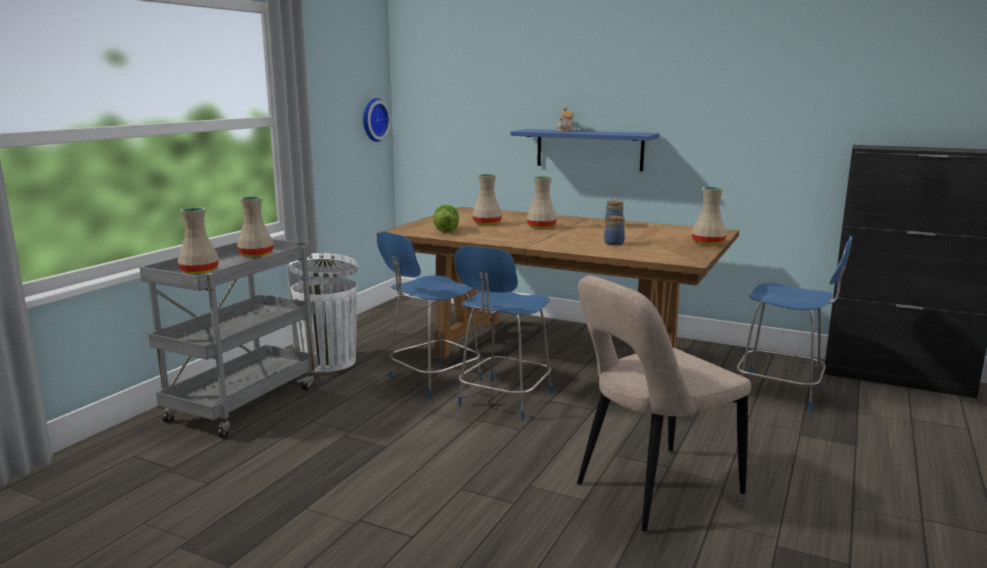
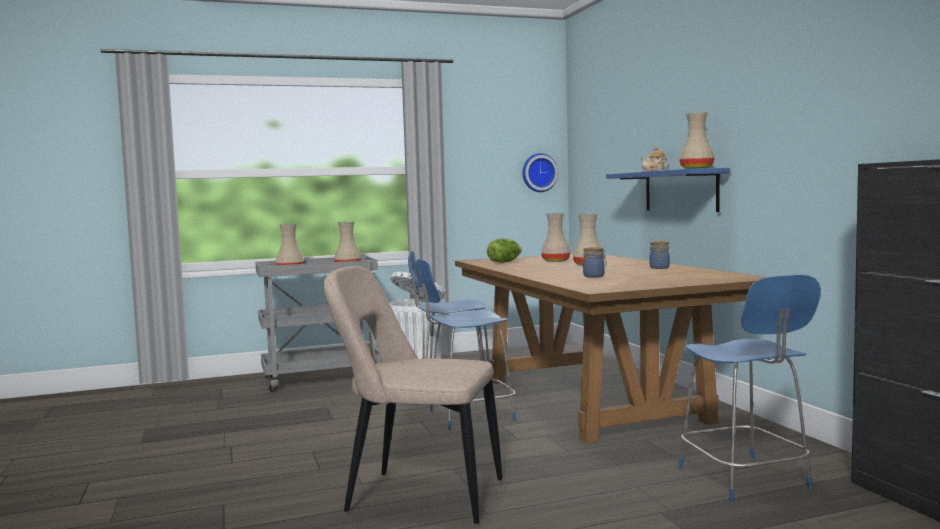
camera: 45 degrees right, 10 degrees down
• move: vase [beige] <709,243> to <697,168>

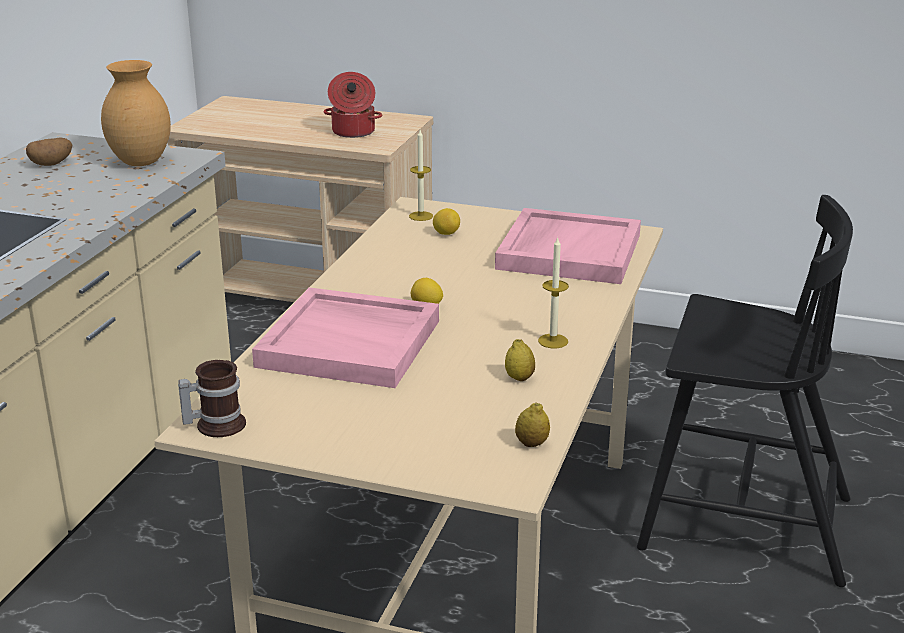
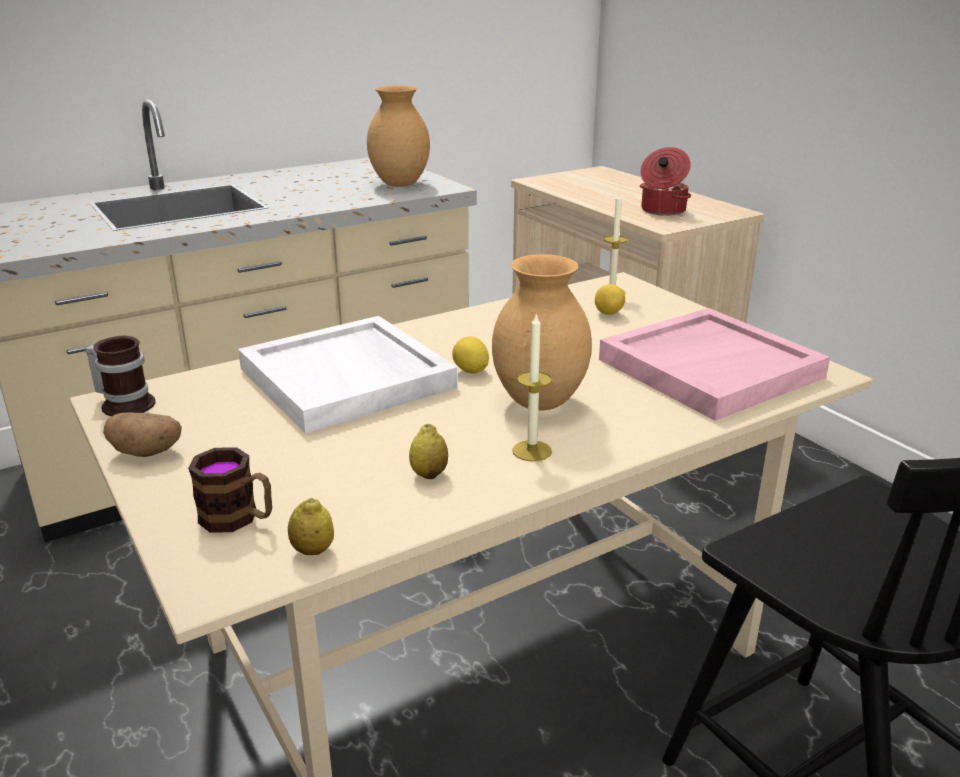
camera: 40 degrees right, 0 degrees up
• move: pomme de terre <51,164> to <147,452>
• recolor: plateau [rose] <351,343> to plateau [blanc] <349,378>
• insert: vase [marron] <539,403>
• insert: mug <238,519>

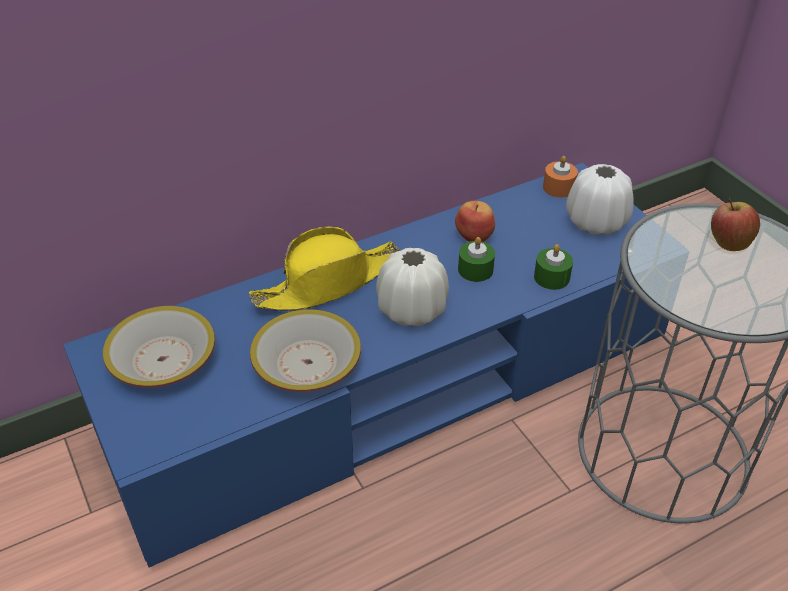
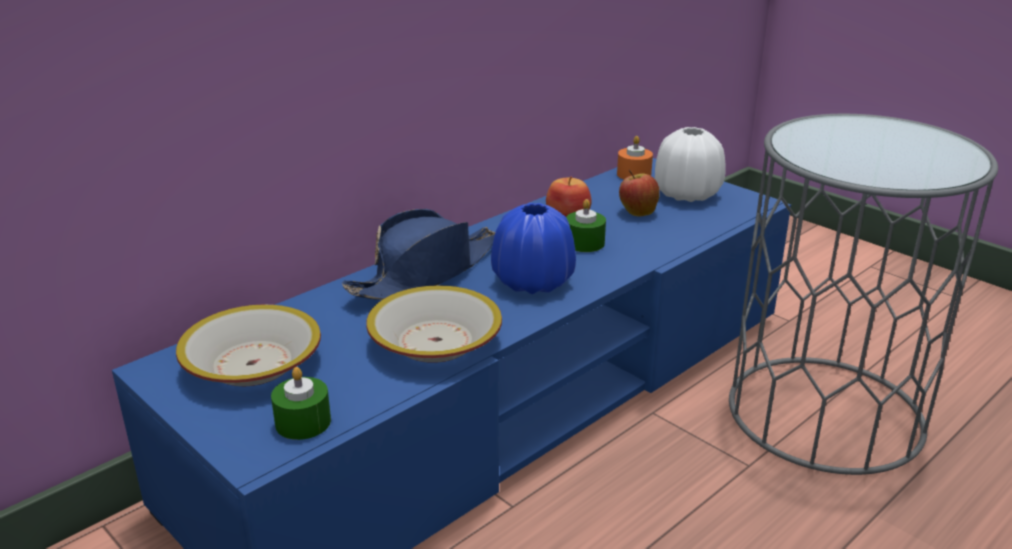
camera: 15 degrees left, 15 degrees down
• move: pomme <728,243> to <637,212>
• recolor: chapeau [jaune] <328,282> to chapeau [bleu] <426,273>
• move: bougie [vert] <551,277> to <303,422>
• recolor: vase [blanc] <412,309> to vase [bleu] <533,282>

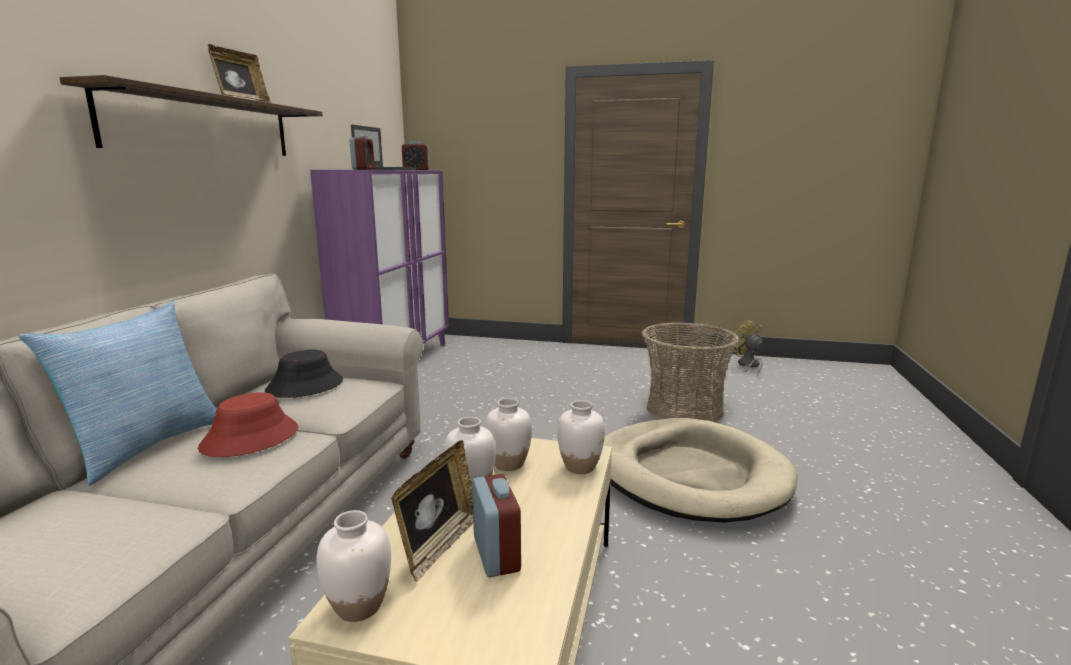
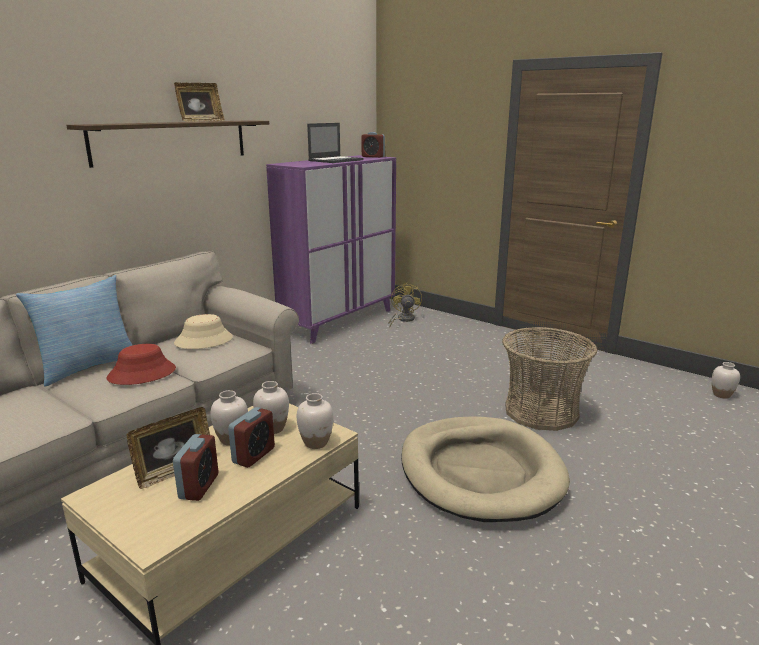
camera: 25 degrees right, 5 degrees up
• move: réveil <363,169> to <253,455>
• move: ventilateur [jaune] <747,365> to <403,319>
• recolor: chapeau [noir] <305,386> to chapeau [beige] <204,340>
• move: vase [blanc] <358,606> to <721,395>

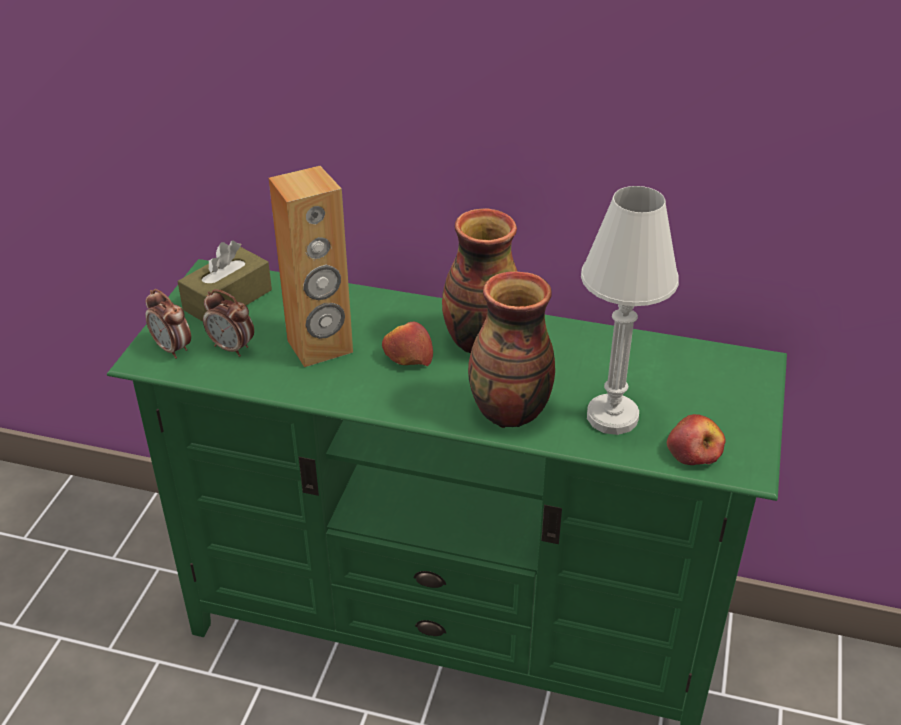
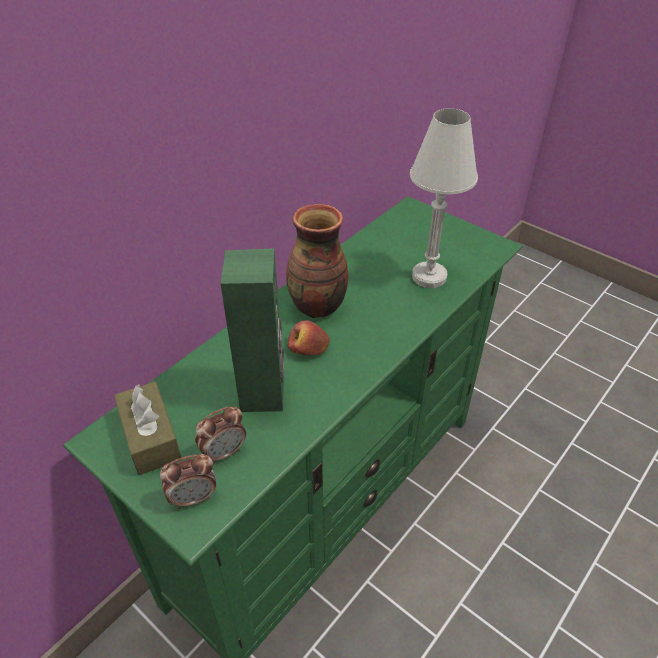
camera: 65 degrees left, 5 degrees up
• recolor: enceinte [marron] <320,347> to enceinte [vert] <263,393>
• delete: vase <509,412>
• delete: pomme <694,451>

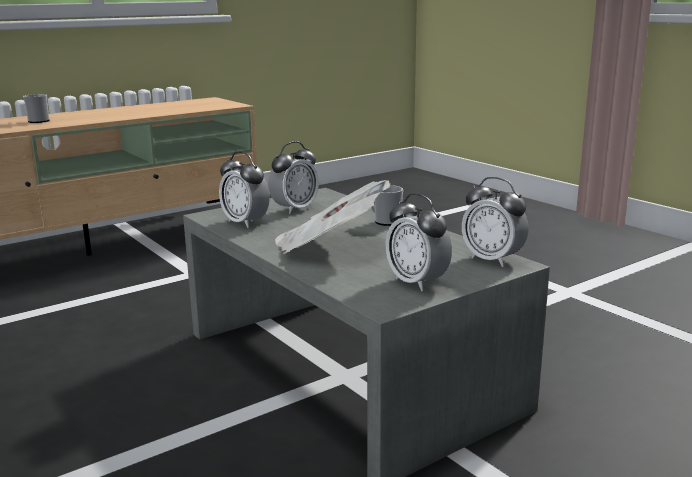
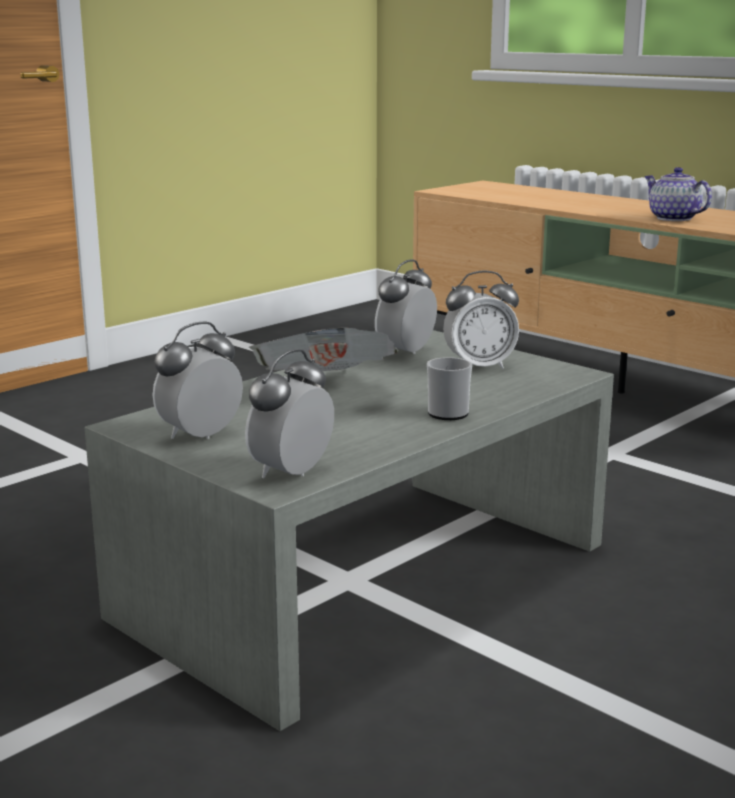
camera: 80 degrees right, 0 degrees up
• delete: mug <38,121>
• rotate: réveil <294,209> = <479,367> 45 degrees counterclockwise
• insert: théière <672,218>

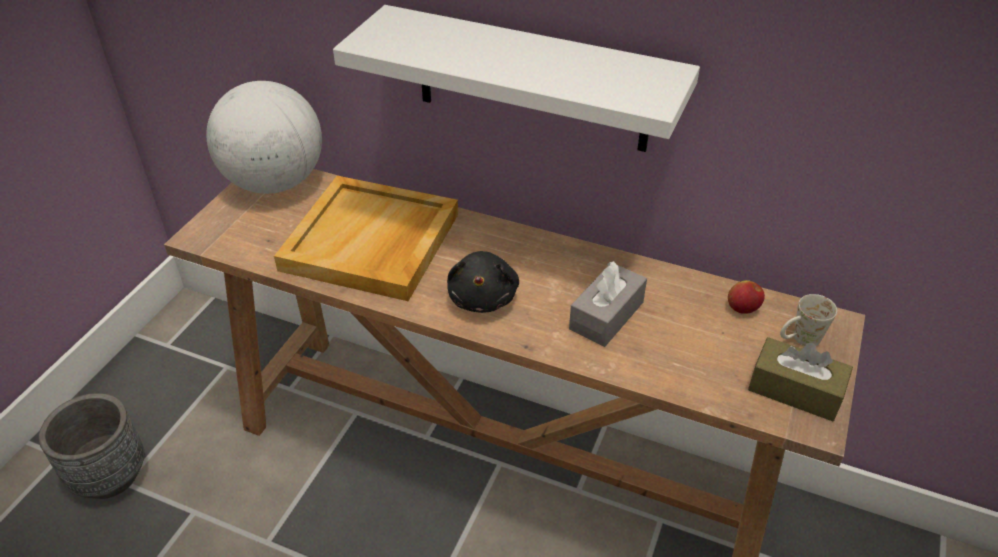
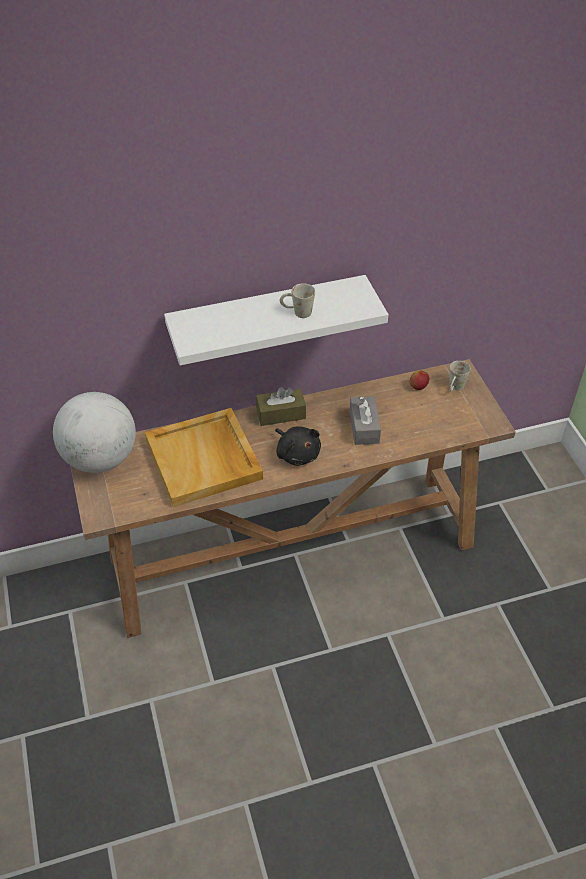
camera: 40 degrees left, 5 degrees up
• move: boîte à mouchoirs [marron] <795,390> to <281,414>
• delete: cache-pot [gris] <109,476>
• insert: mug [blanc] <297,312>

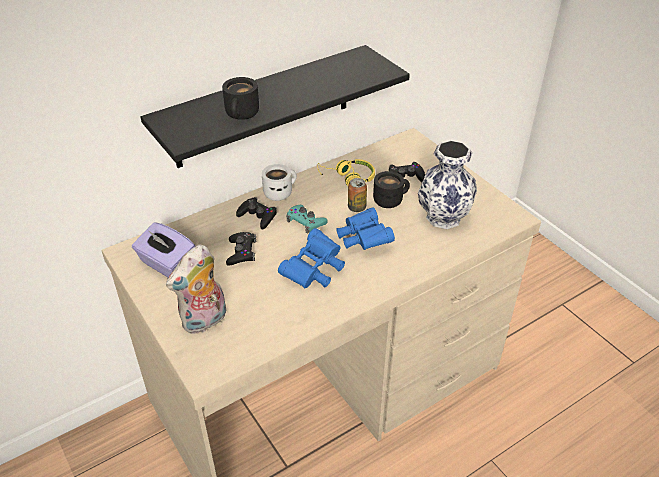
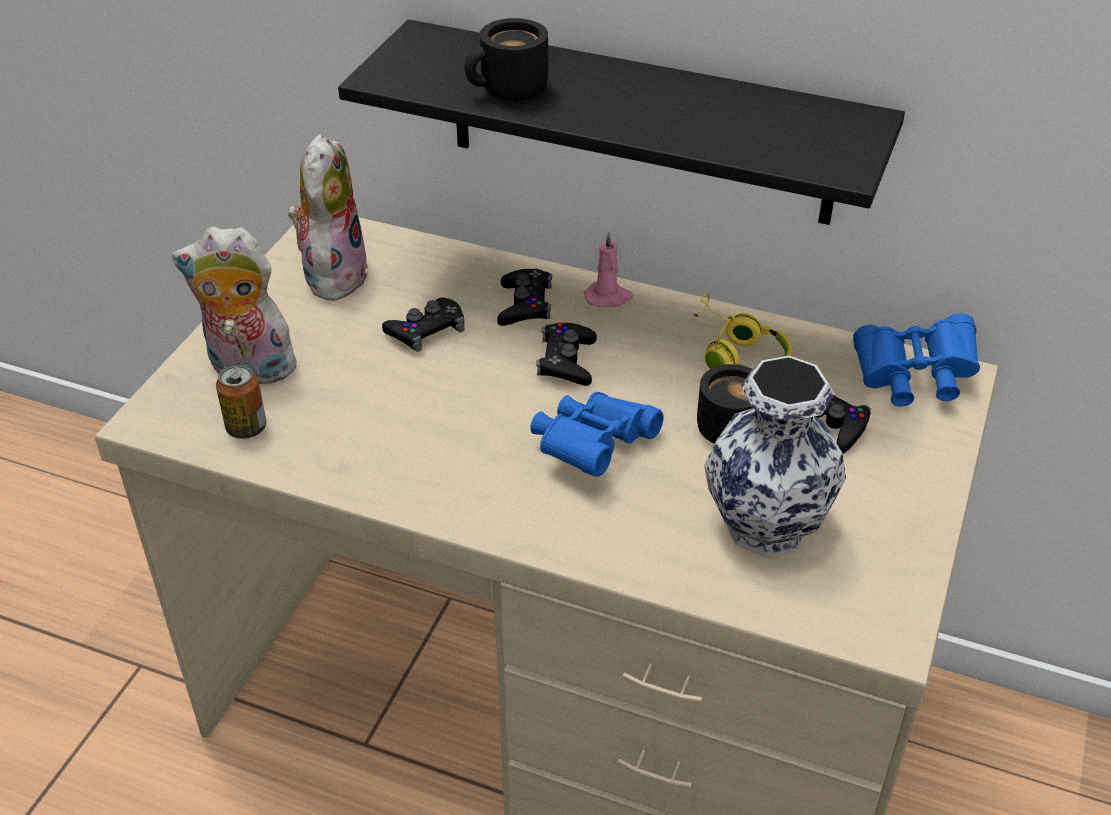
camera: 55 degrees right, 0 degrees up
• replace: mug [blanc] <279,192> to bougie [rose] <608,297>
• move: boîte métallique <356,207> to <246,428>
• recolor: manette [turquoise] <306,222> to manette [noir] <566,361>
• replace: boîte à mouchoirs [violet] <166,264> to peluche <333,274>
• move: jumelles [bleu] <314,270> to <913,378>

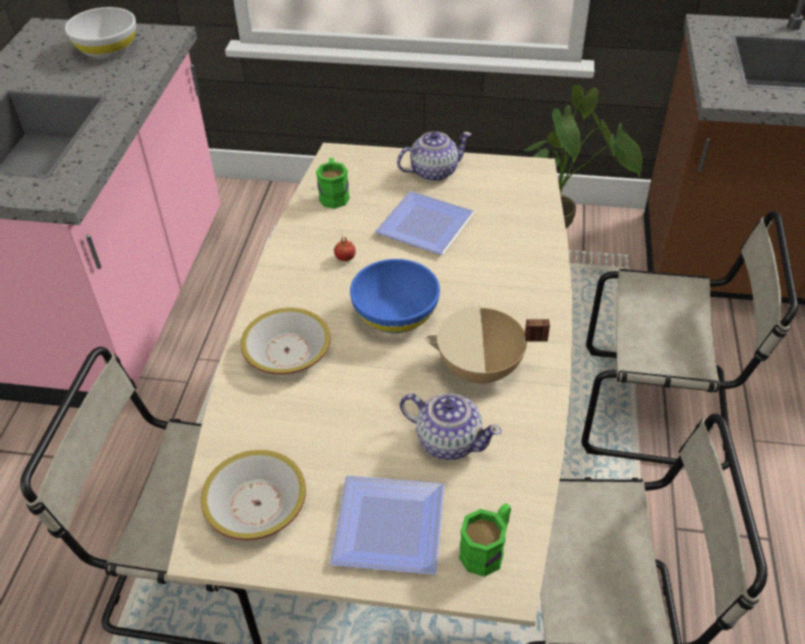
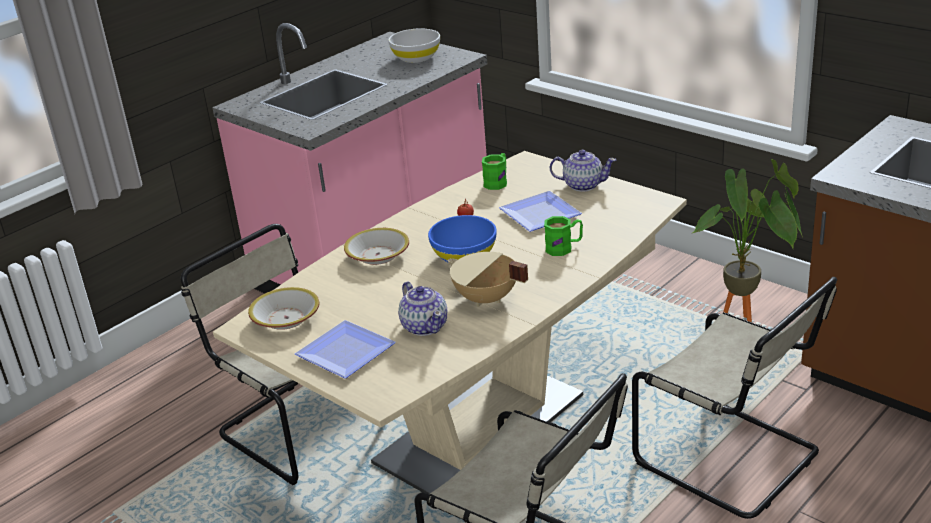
camera: 35 degrees right, 15 degrees down
• move: mug [vert] <487,548> to <564,248>

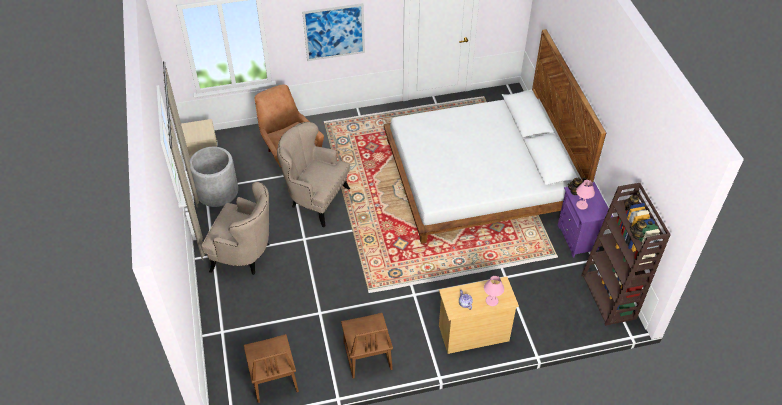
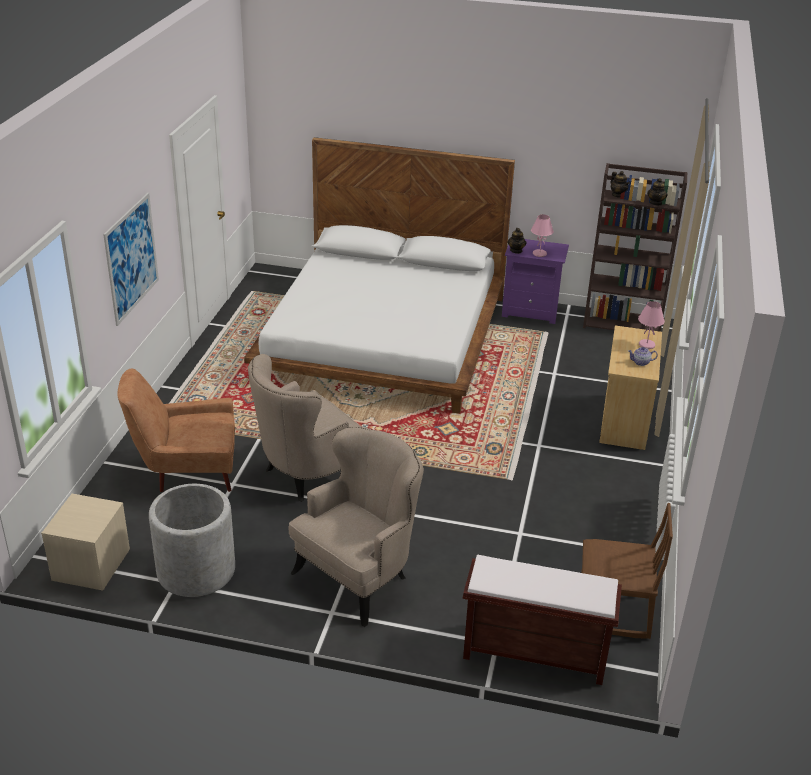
camera: 65 degrees left, 15 degrees down
• delete: chaise [marron] <367,356>
• insert: banc [marron] <533,653>

